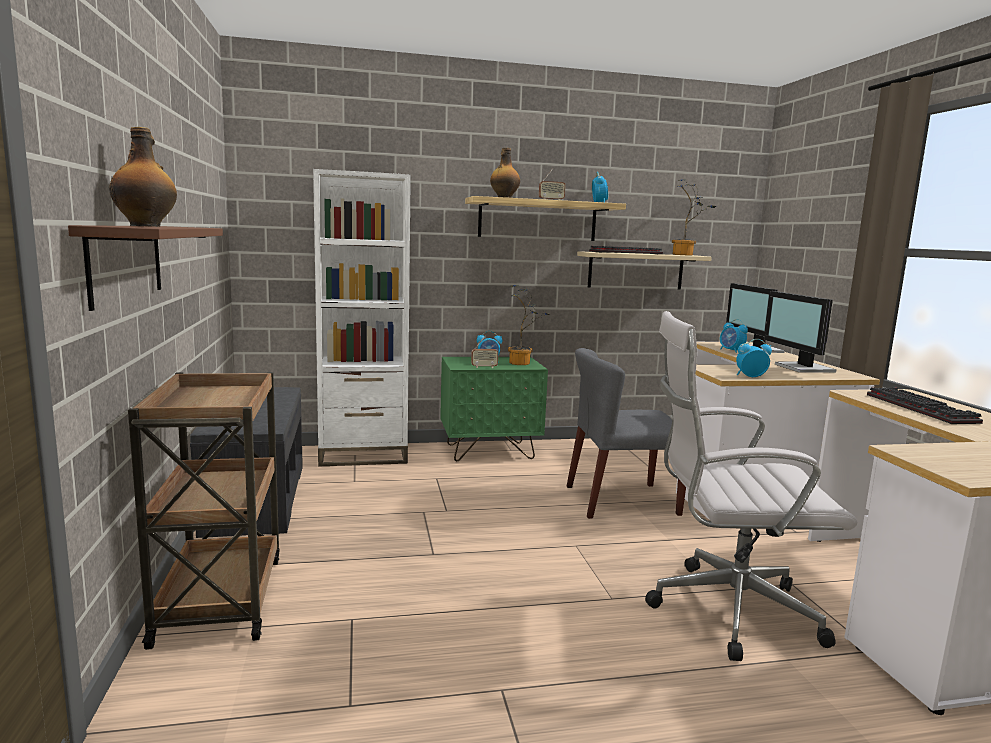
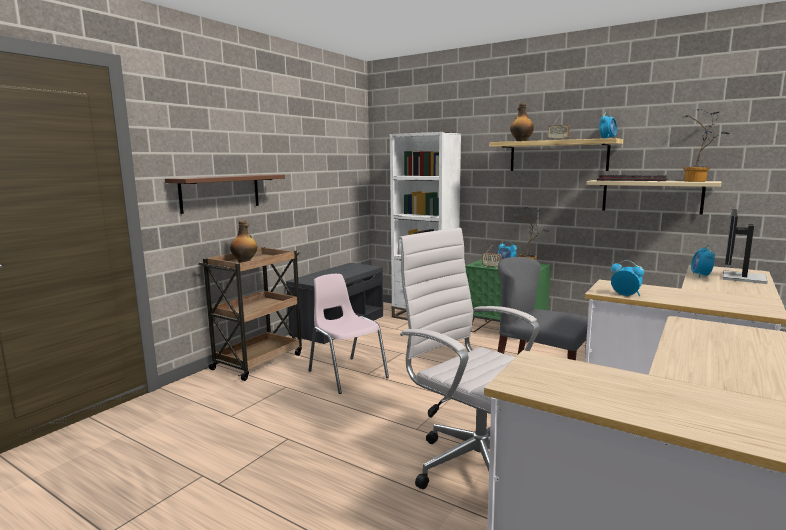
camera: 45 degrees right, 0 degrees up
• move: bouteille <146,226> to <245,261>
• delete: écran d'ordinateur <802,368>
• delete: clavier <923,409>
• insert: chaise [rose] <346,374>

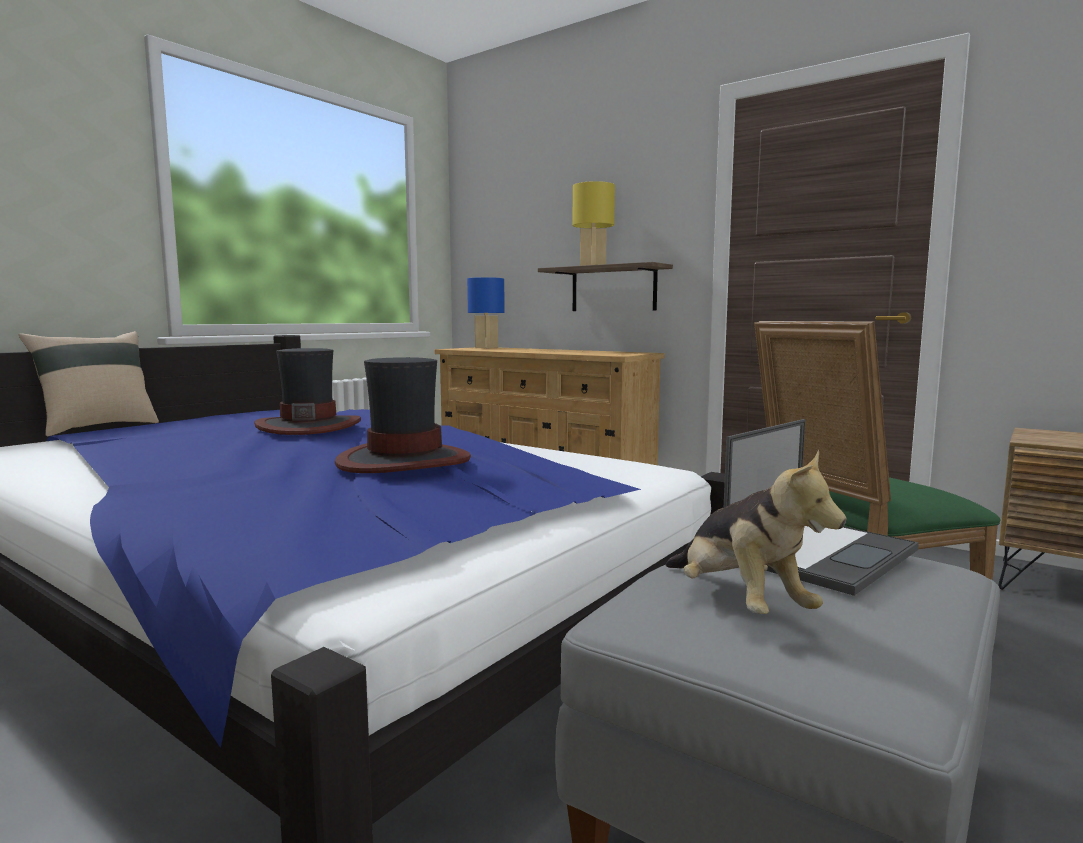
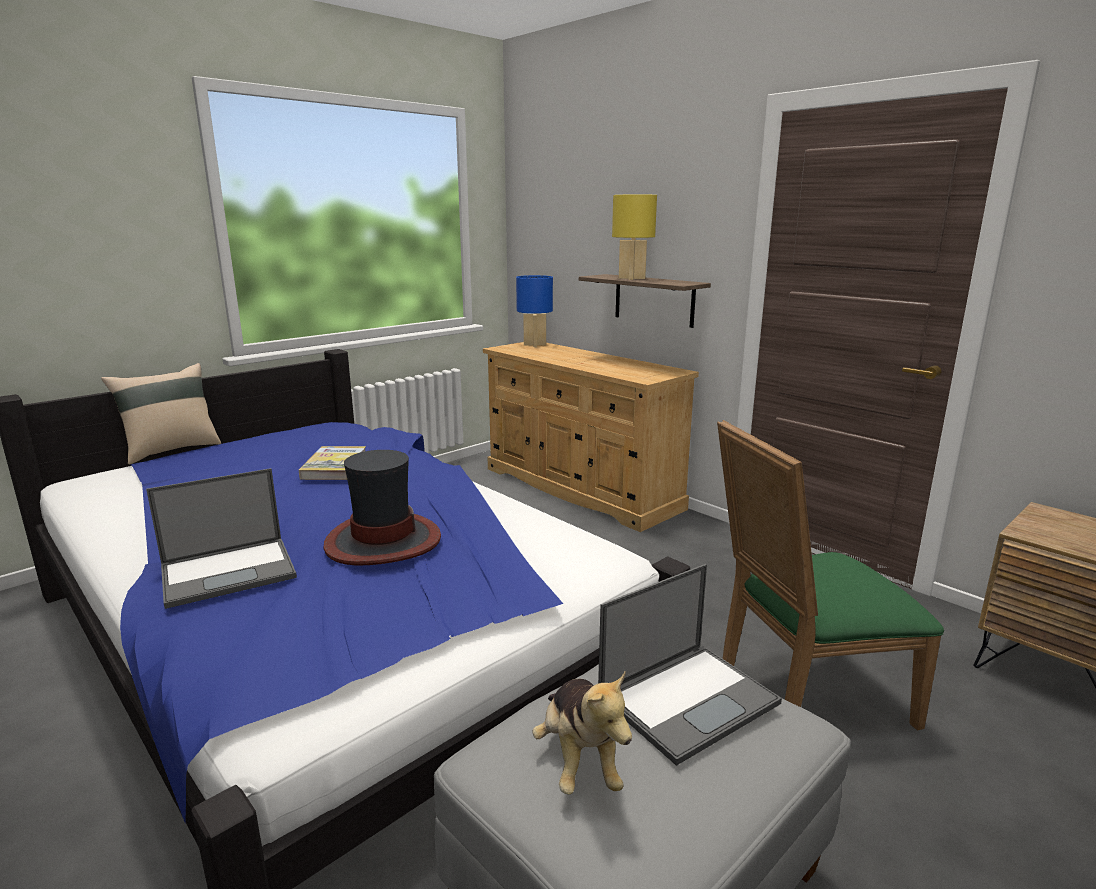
camera: 10 degrees right, 10 degrees up
• replace: chapeau <309,426> to livre <334,466>
• insert: ordinateur portable <230,571>

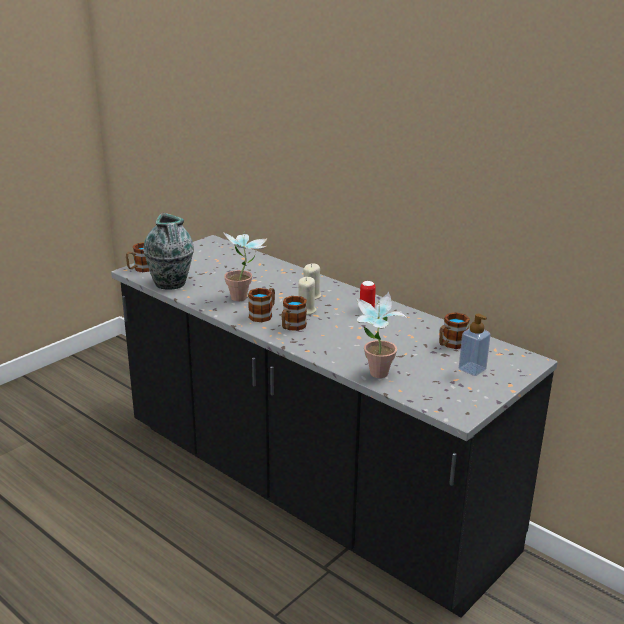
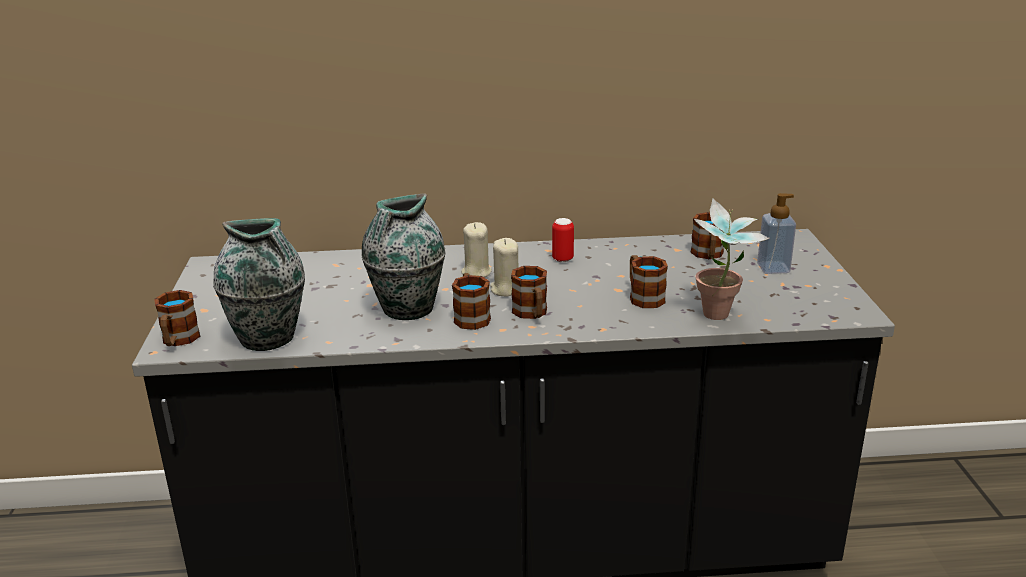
camera: 45 degrees left, 0 degrees up
• replace: plante en pot <245,298> to vase <407,309>
• insert: mug <643,296>

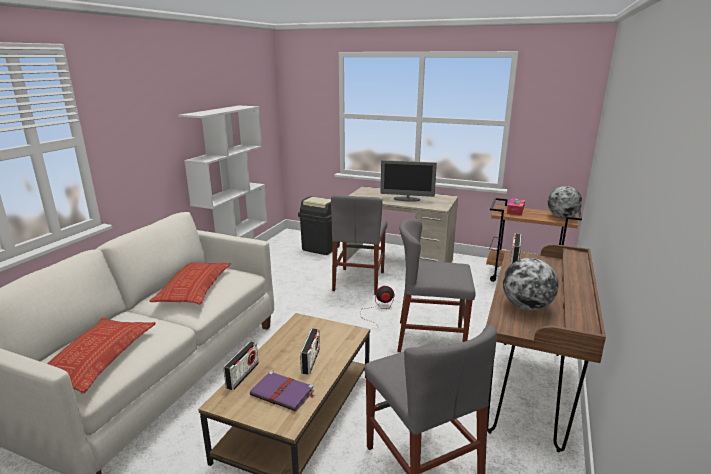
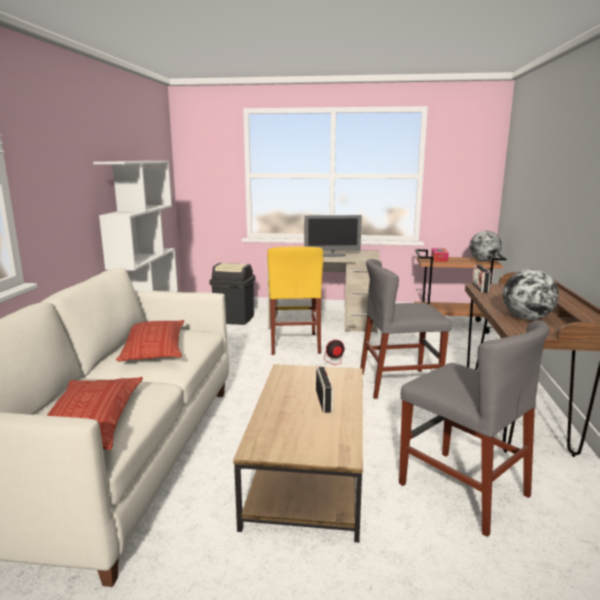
camera: 15 degrees left, 5 degrees down
• recolor: chaise [gris] <359,281> to chaise [jaune] <294,343>
• delete: radio <242,375>
• delete: livre [violet] <283,393>

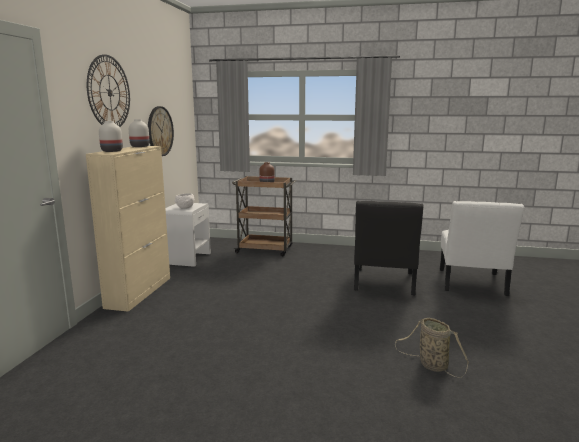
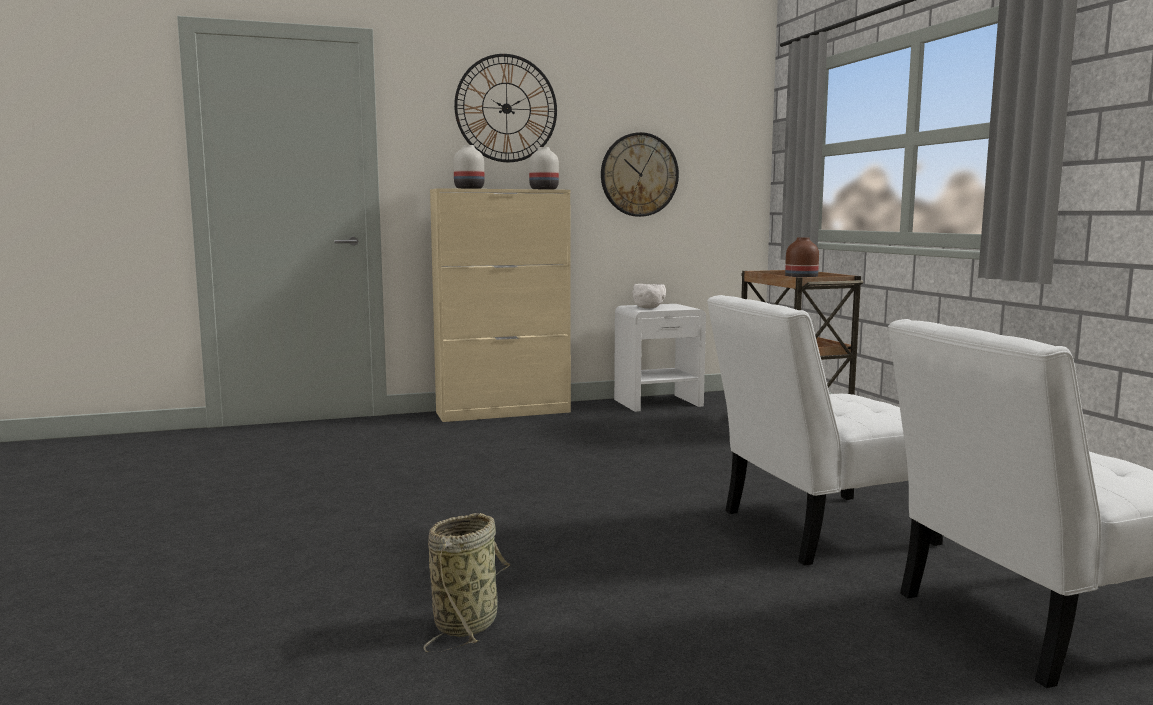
camera: 60 degrees right, 5 degrees down
• recolor: chaise [noir] <383,283> to chaise [blanc] <816,529>

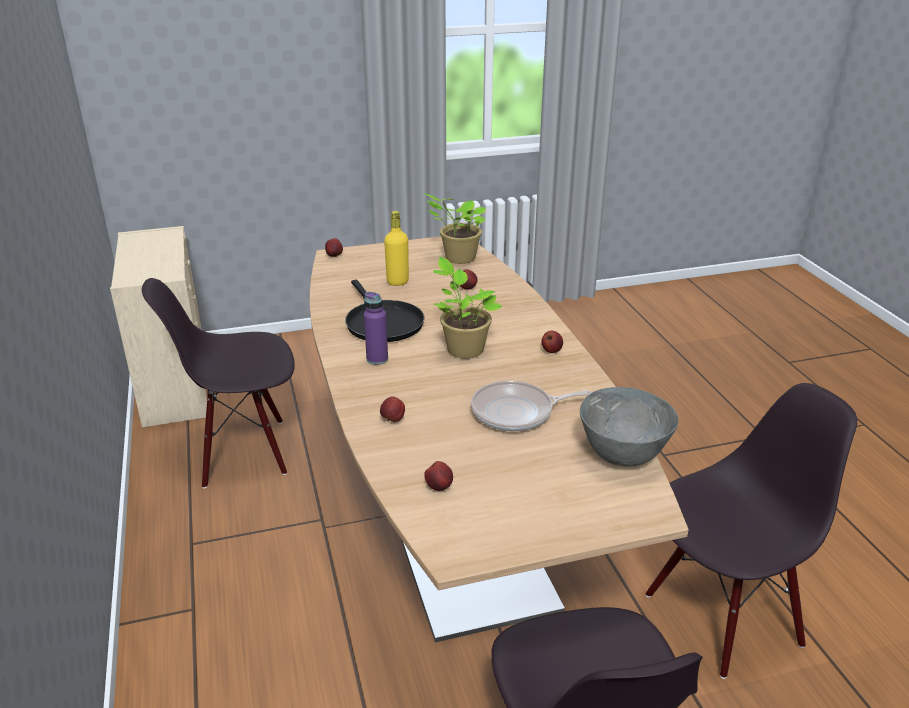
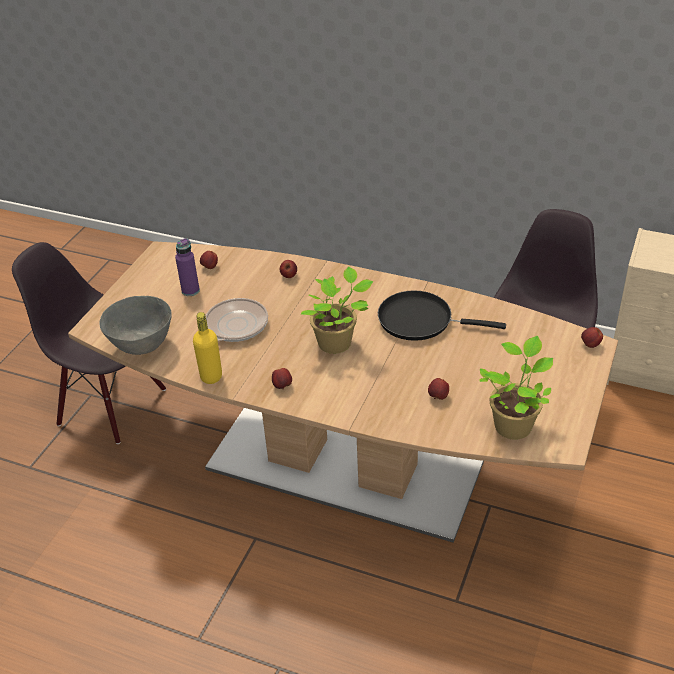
camera: 130 degrees right, 10 degrees up
• move: bouteille [jaune] <397,282> to <211,376>
• move: bouteille [violet] <377,359> to <190,291>
• delete: chaise [noir] <722,617>

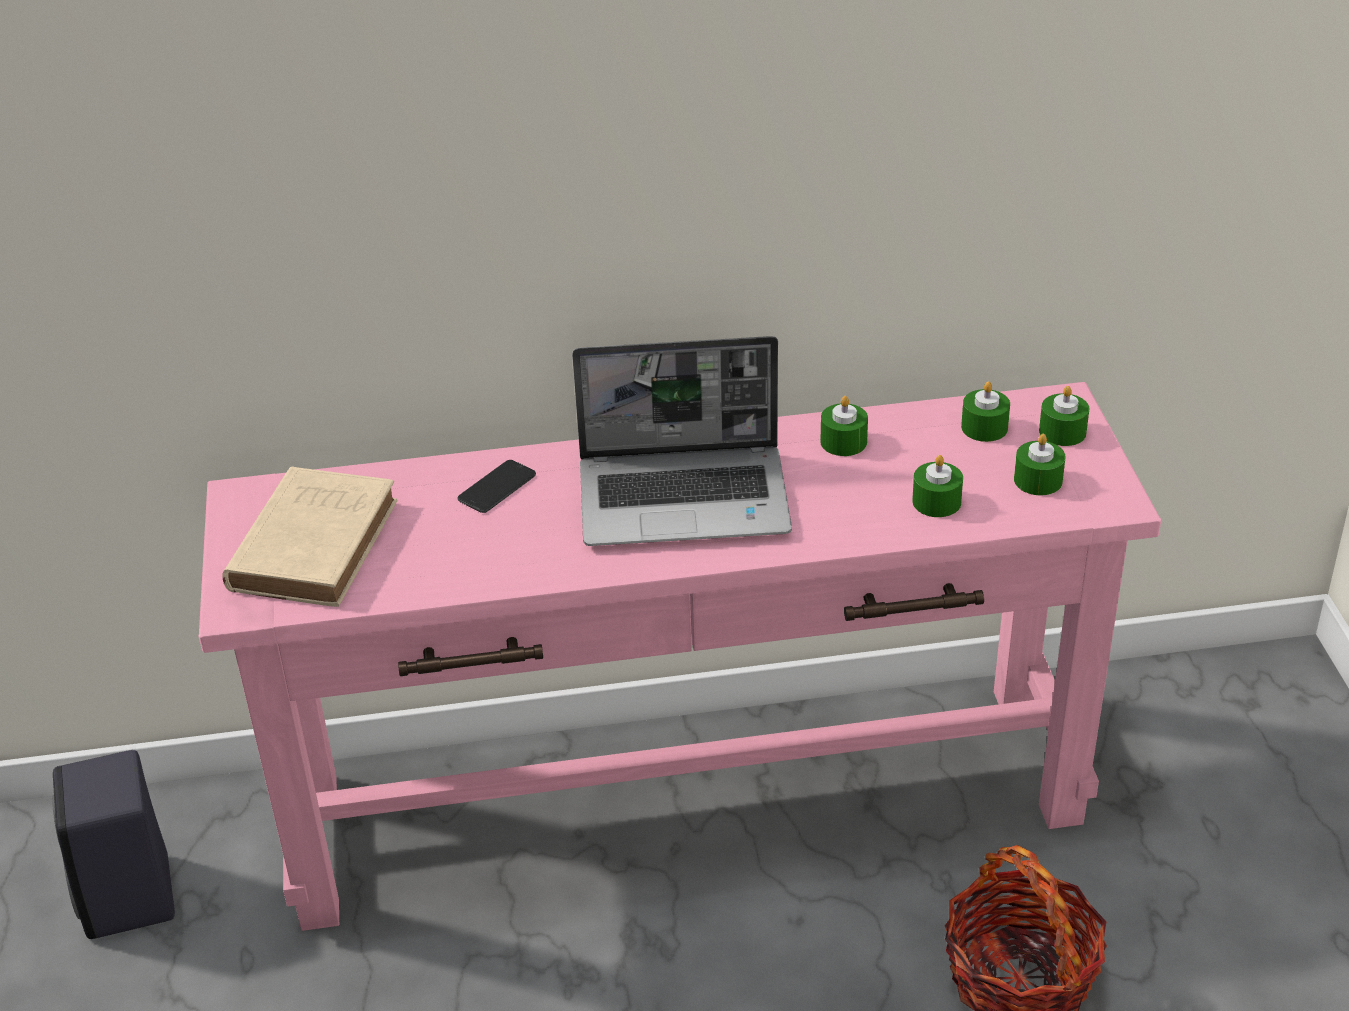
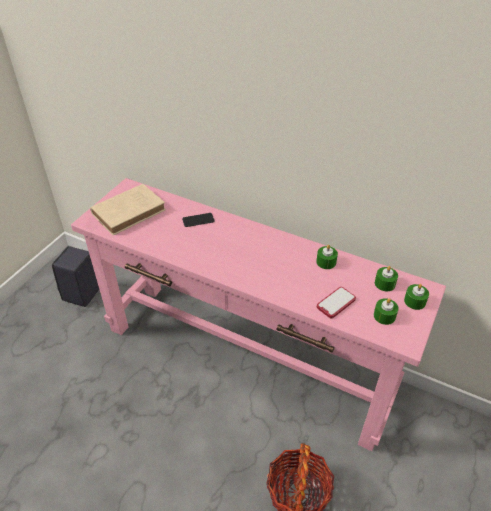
camera: 35 degrees right, 5 degrees up
• delete: ordinateur portable <686,498>
• replace: bougie [vert] <936,502> to téléphone <336,303>

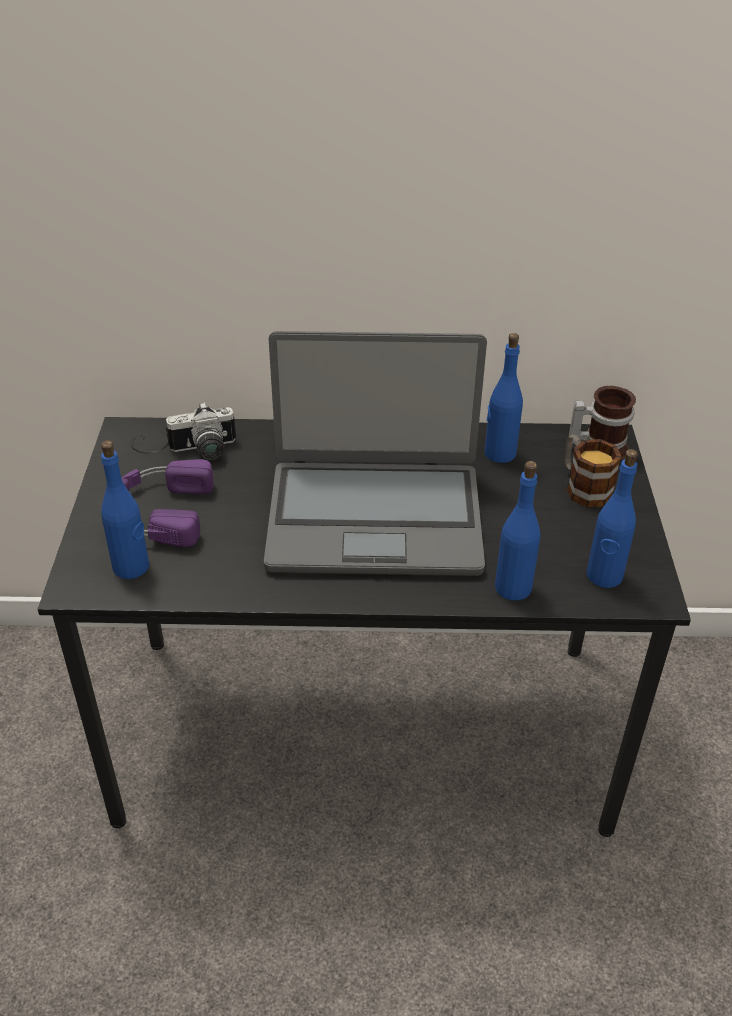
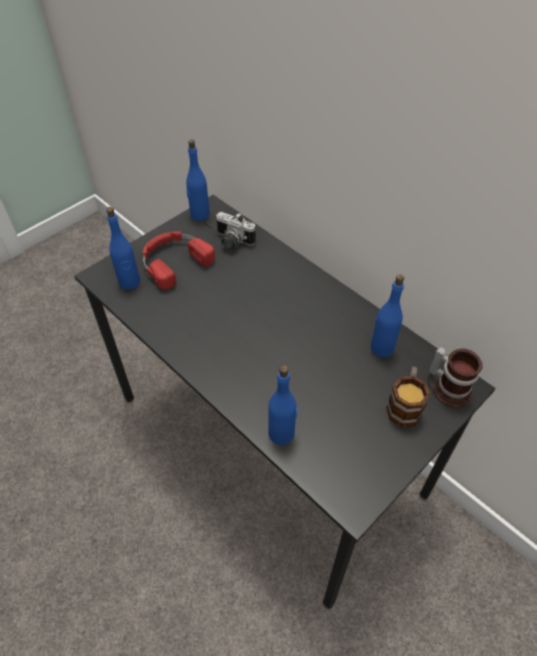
camera: 45 degrees right, 10 degrees up
• delete: ordinateur portable <374,517>
• move: bouteille [bleu] <604,576> to <199,214>
• recolor: casque audio [violet] <158,511> to casque audio [rouge] <174,261>

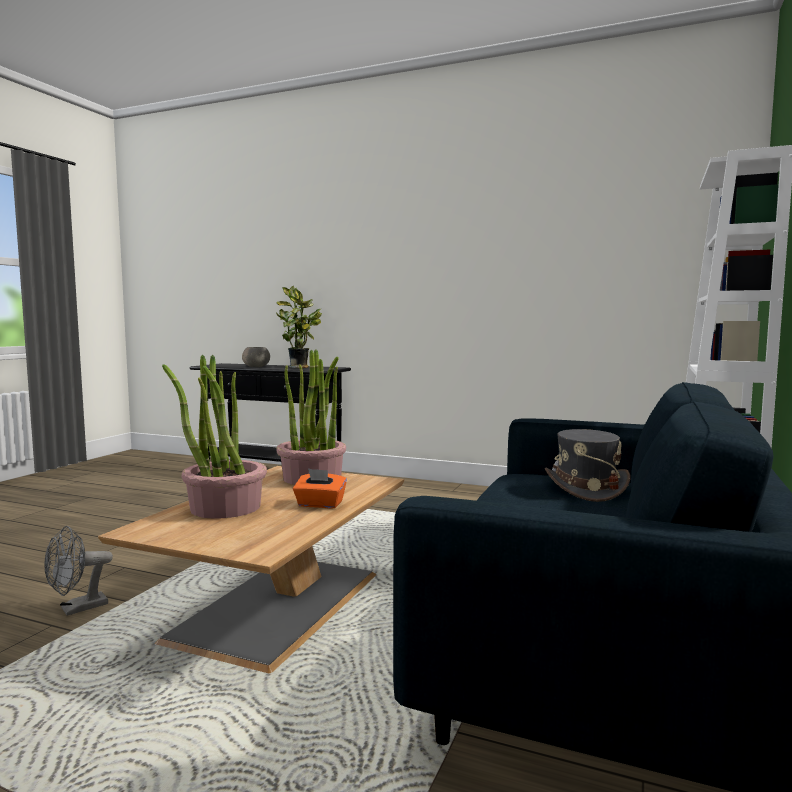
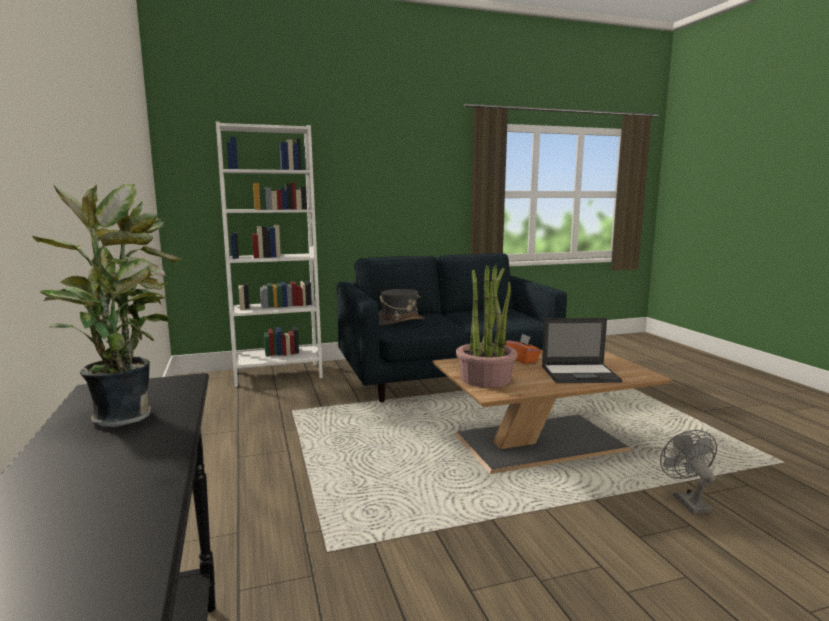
camera: 130 degrees left, 5 degrees up
• delete: bol [gris] <256,367>
• replace: plante en pot <224,507> to ordinateur portable <581,374>
• rotate: ventilateur [gris] <77,609> = <687,500> 105 degrees counterclockwise

